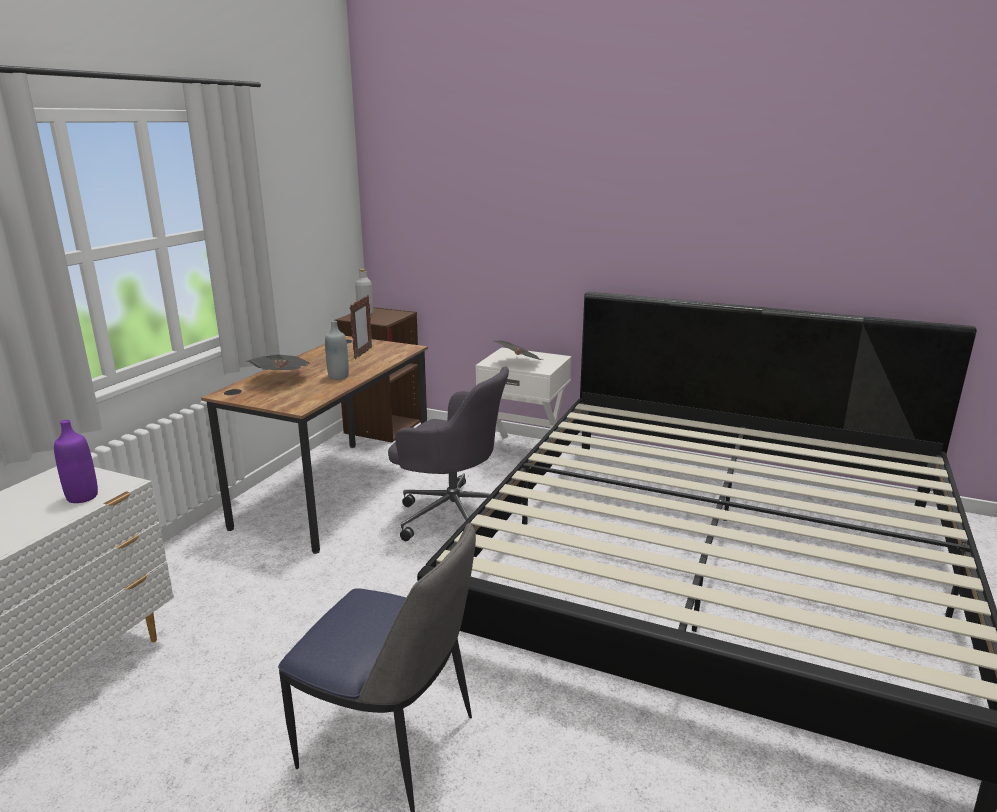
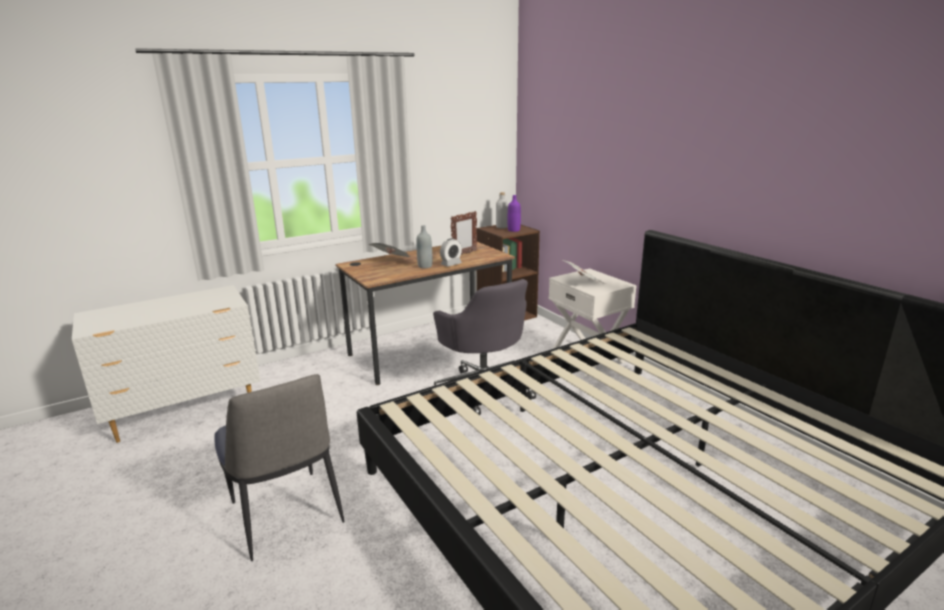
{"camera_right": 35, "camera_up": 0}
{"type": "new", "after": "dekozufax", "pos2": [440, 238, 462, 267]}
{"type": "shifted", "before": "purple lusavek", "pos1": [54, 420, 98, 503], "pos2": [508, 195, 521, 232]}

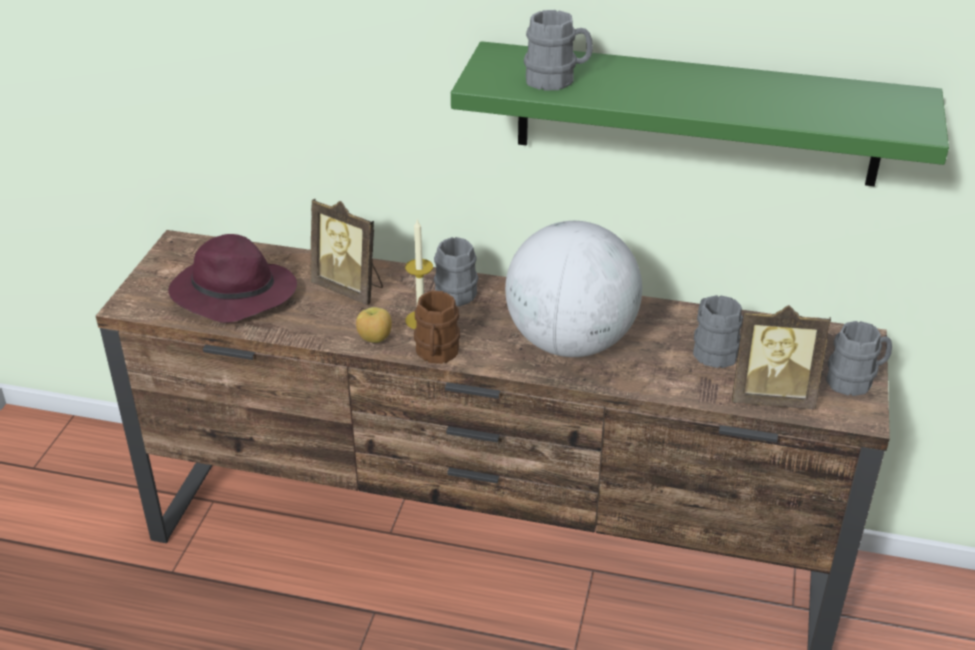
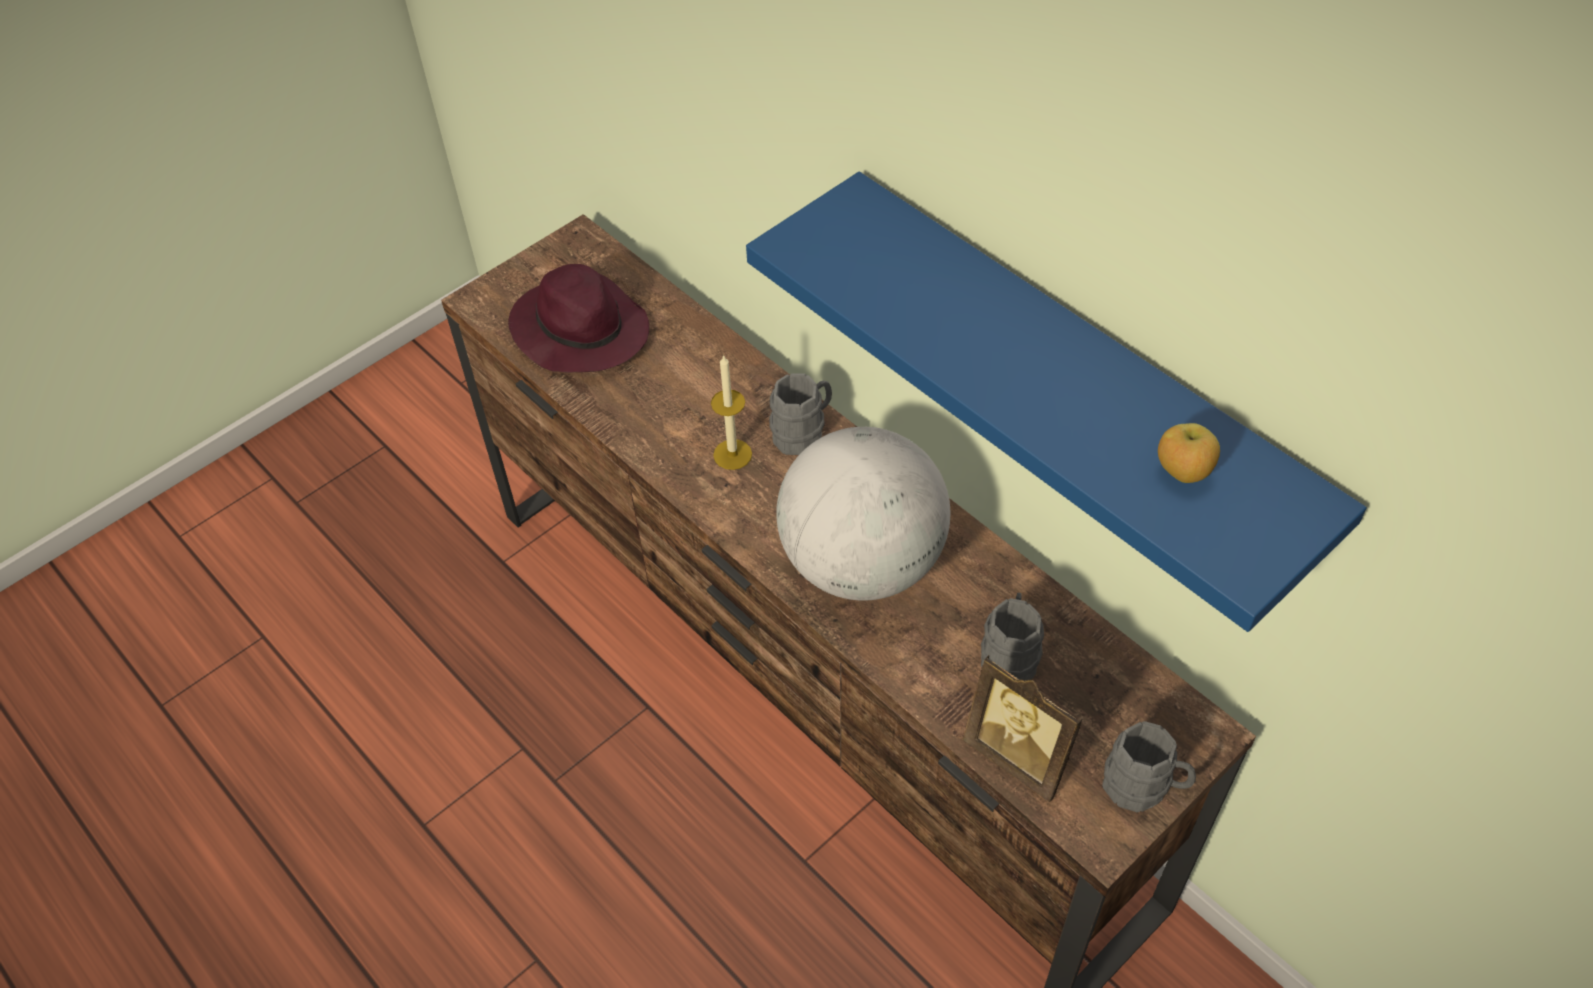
{"camera_right": 35, "camera_up": 15}
{"type": "repainted", "before": "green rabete", "after": "blue rabete", "pos1": [451, 41, 949, 187], "pos2": [746, 172, 1367, 632]}
{"type": "shifted", "before": "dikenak", "pos1": [356, 307, 392, 343], "pos2": [1158, 423, 1220, 483]}
{"type": "gone", "before": "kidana", "pos1": [310, 199, 383, 305]}
{"type": "gone", "before": "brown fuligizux", "pos1": [414, 290, 460, 364]}
{"type": "gone", "before": "grey fuligizux", "pos1": [524, 10, 593, 91]}

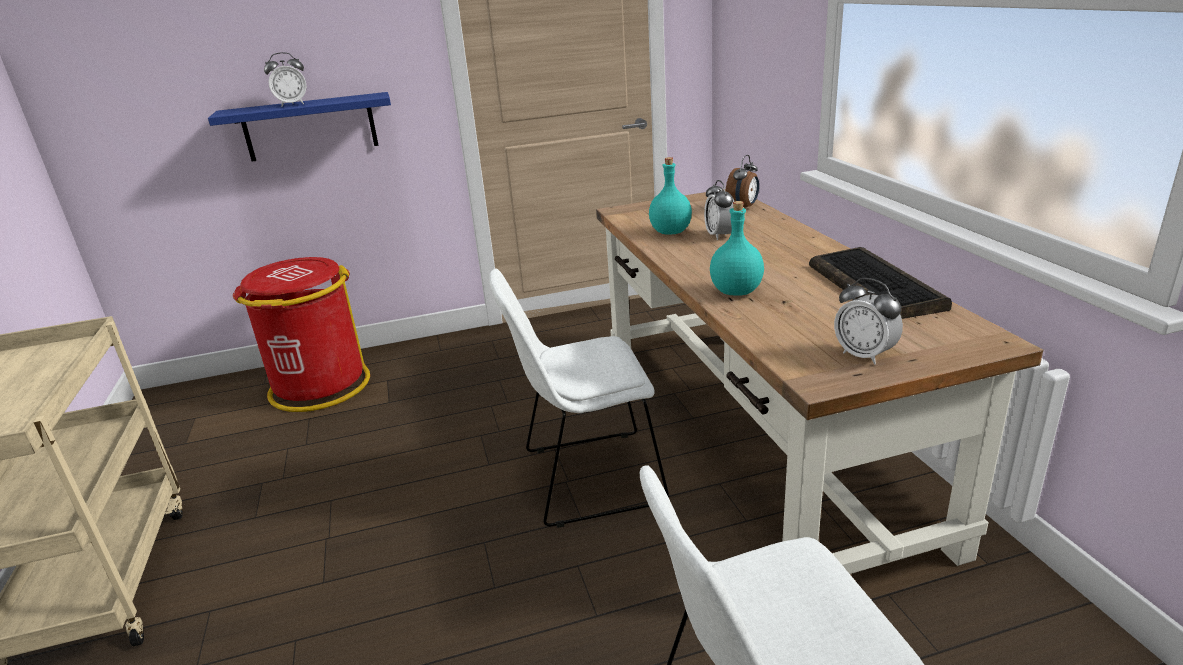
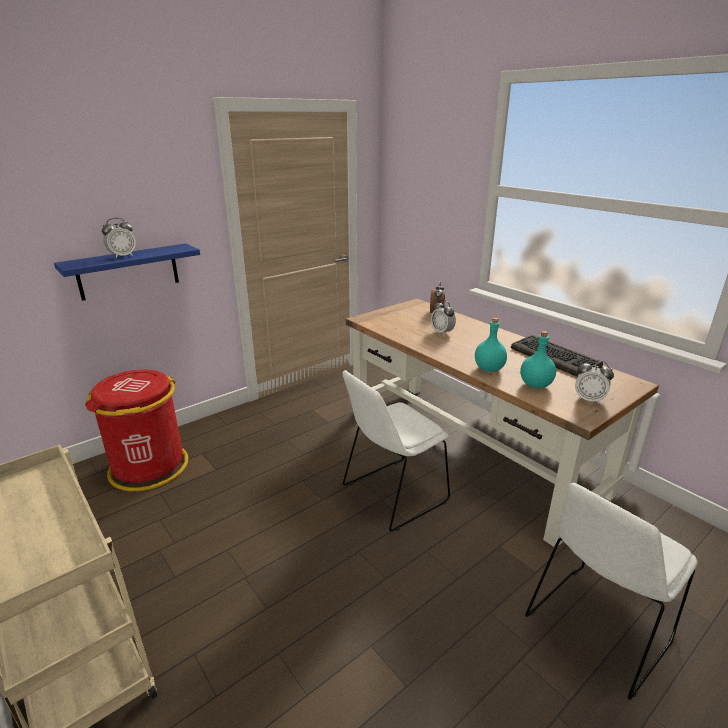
{"camera_right": -25, "camera_up": 0}
{"type": "shifted", "before": "turquoise lusavek", "pos1": [649, 157, 692, 235], "pos2": [520, 331, 556, 388]}

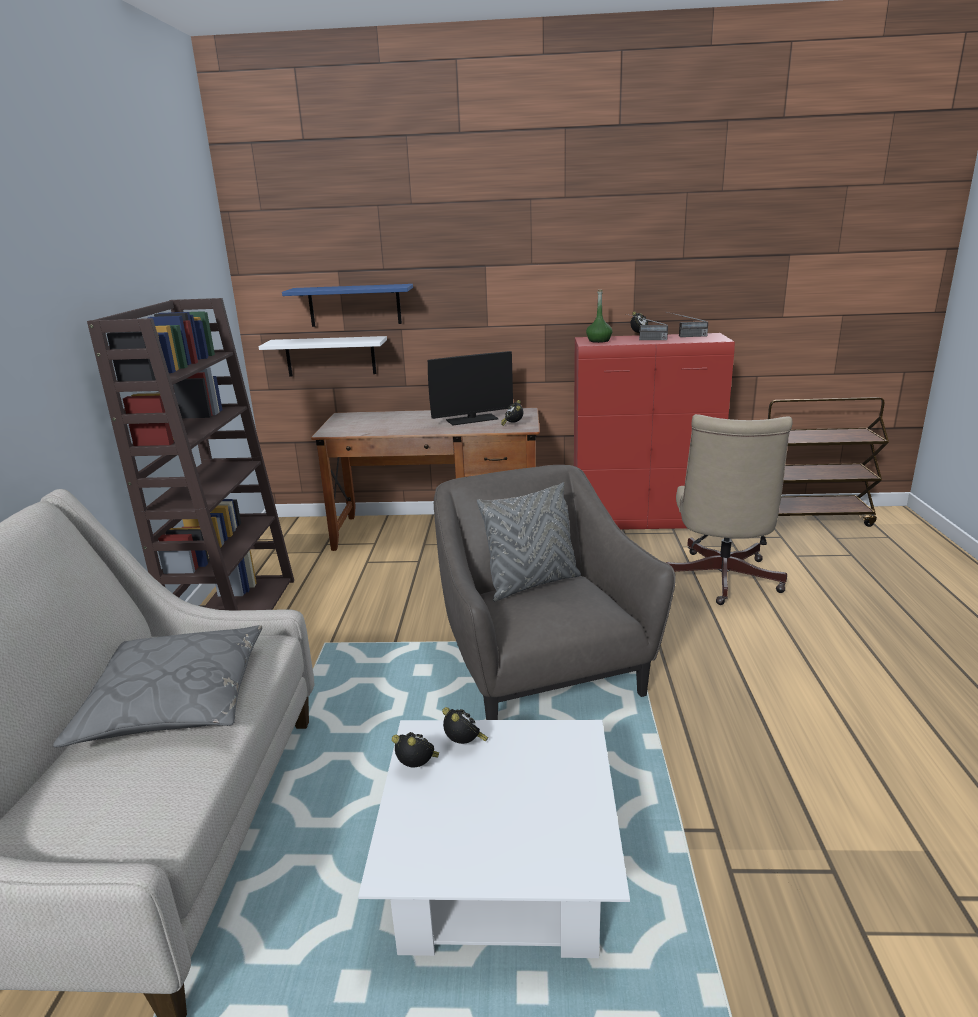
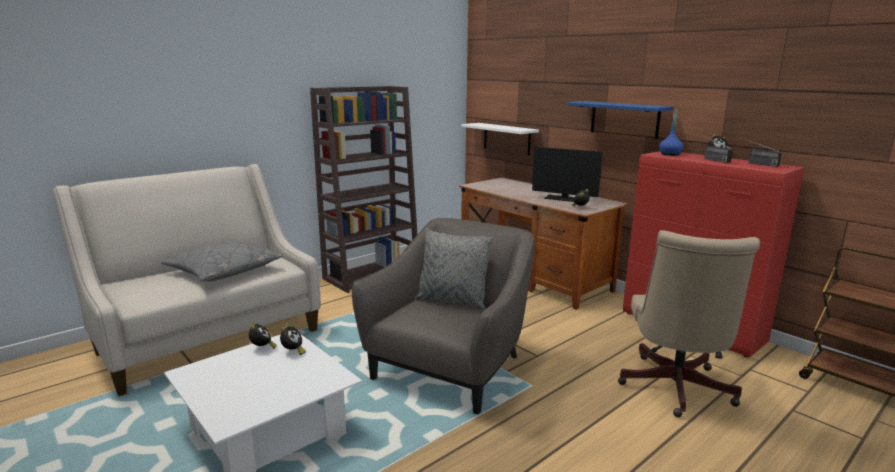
{"camera_right": 45, "camera_up": -5}
{"type": "shifted", "before": "blue rabete", "pos1": [282, 284, 413, 327], "pos2": [567, 101, 674, 139]}
{"type": "rotated", "before": "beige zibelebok", "pos1": [666, 414, 792, 605], "pos2": [618, 230, 760, 417], "turn": -45}
{"type": "repainted", "before": "green lusavek", "after": "blue lusavek", "pos1": [586, 289, 612, 343], "pos2": [659, 110, 684, 156]}

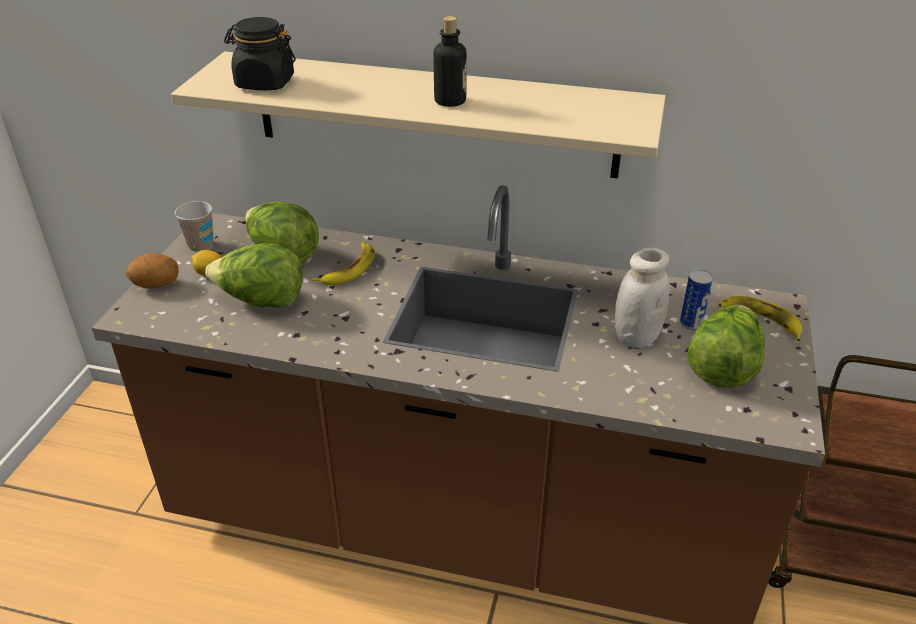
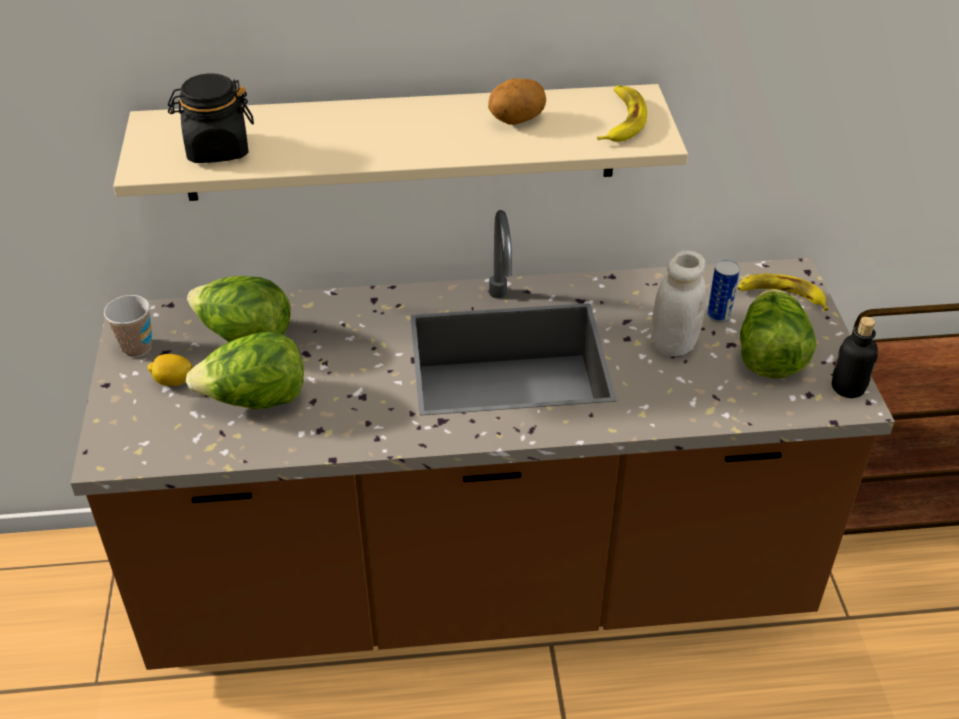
{"camera_right": -20, "camera_up": 5}
{"type": "shifted", "before": "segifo", "pos1": [126, 253, 179, 289], "pos2": [488, 78, 546, 125]}
{"type": "shifted", "before": "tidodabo", "pos1": [312, 242, 375, 285], "pos2": [597, 86, 647, 142]}
{"type": "shifted", "before": "lusavek", "pos1": [433, 16, 467, 107], "pos2": [832, 317, 878, 398]}

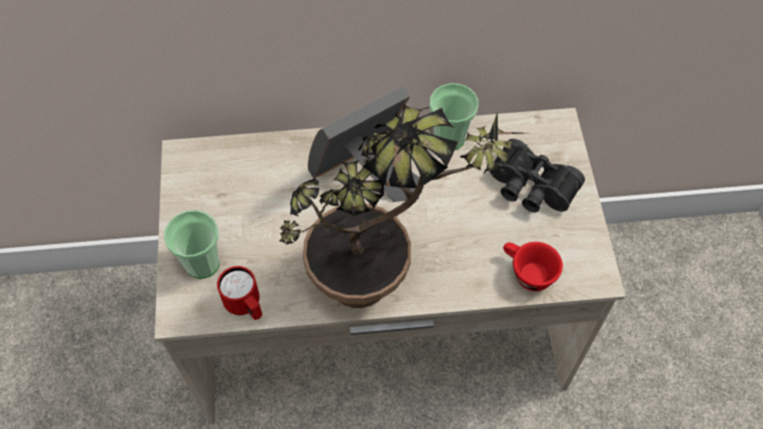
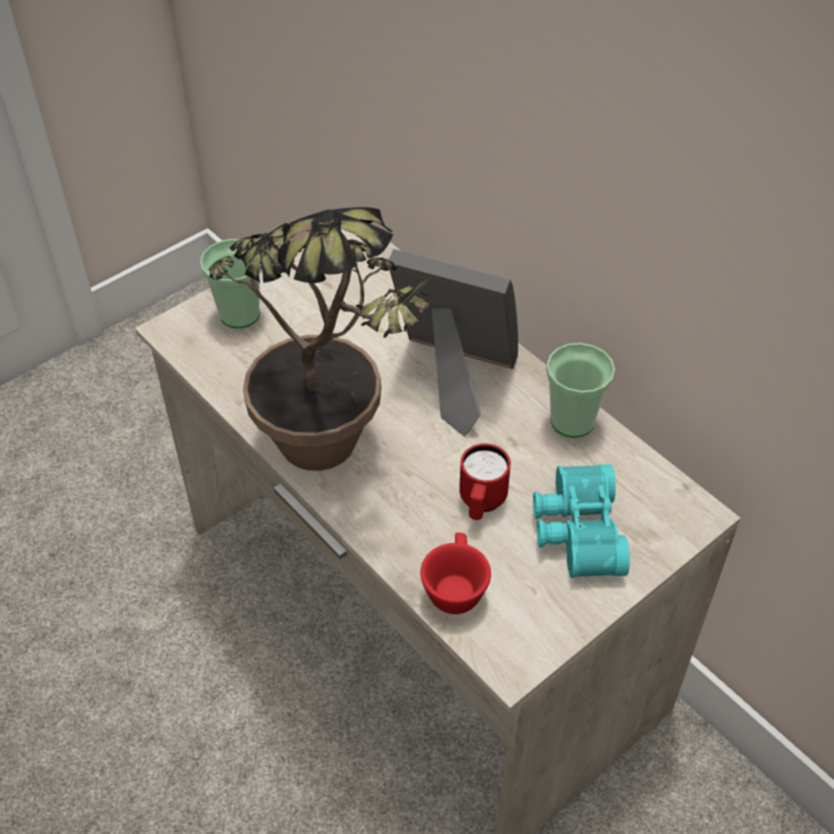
{"camera_right": 55, "camera_up": -10}
{"type": "shifted", "before": "red fuligizux", "pos1": [217, 266, 262, 320], "pos2": [459, 443, 511, 520]}
{"type": "repainted", "before": "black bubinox", "after": "turquoise bubinox", "pos1": [490, 139, 585, 213], "pos2": [533, 464, 630, 578]}

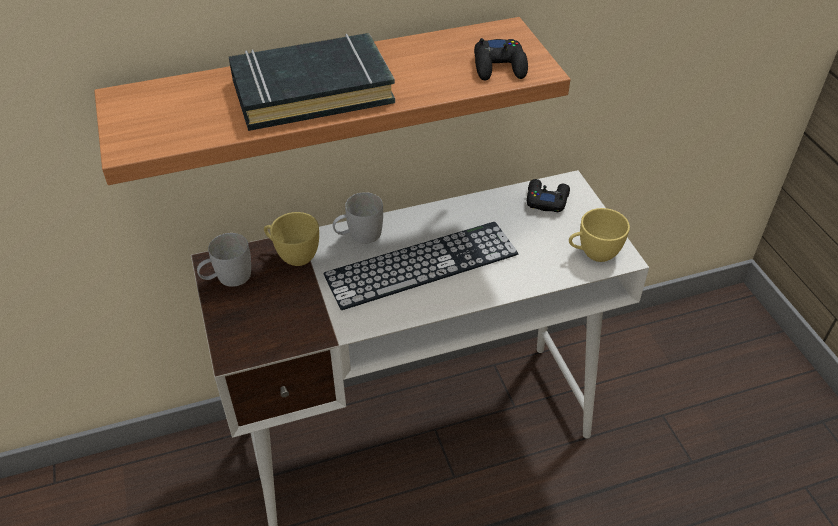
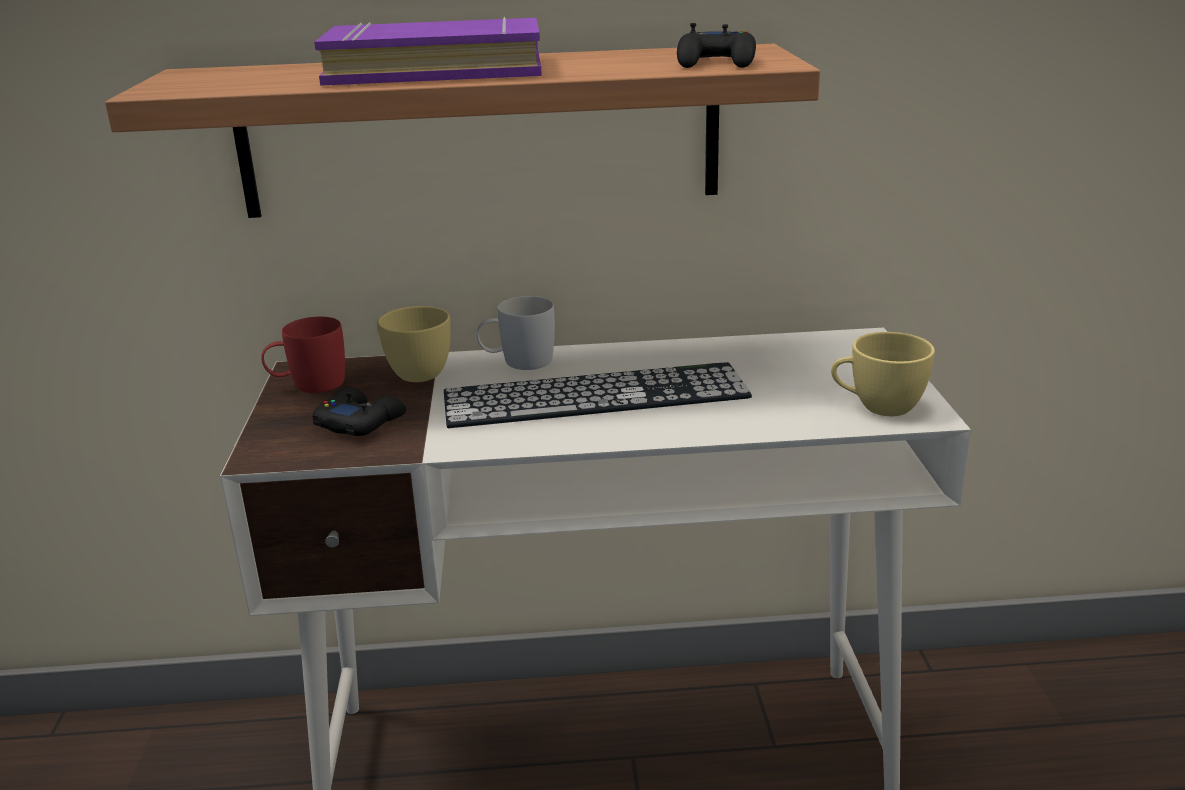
{"camera_right": 15, "camera_up": -20}
{"type": "repainted", "before": "white fuligizux", "after": "red fuligizux", "pos1": [197, 233, 251, 287], "pos2": [261, 317, 345, 393]}
{"type": "shifted", "before": "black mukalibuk", "pos1": [527, 179, 570, 213], "pos2": [313, 387, 407, 436]}
{"type": "repainted", "before": "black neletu", "after": "purple neletu", "pos1": [229, 33, 395, 131], "pos2": [314, 17, 542, 86]}

